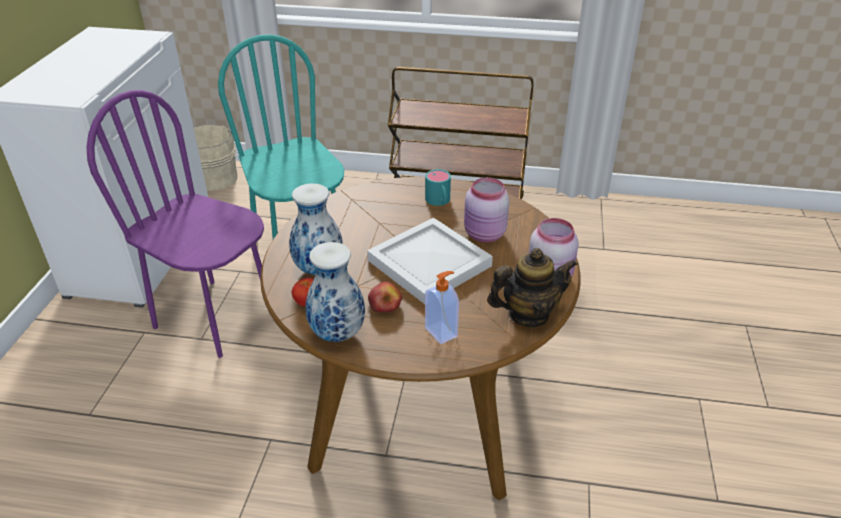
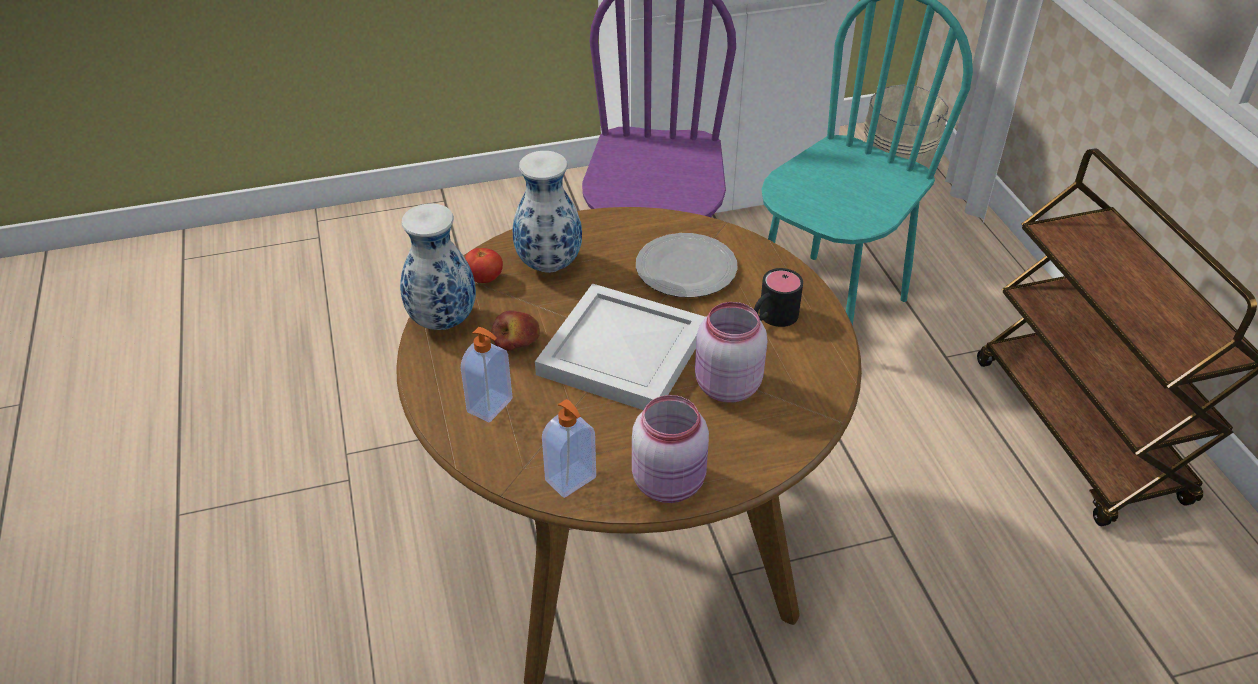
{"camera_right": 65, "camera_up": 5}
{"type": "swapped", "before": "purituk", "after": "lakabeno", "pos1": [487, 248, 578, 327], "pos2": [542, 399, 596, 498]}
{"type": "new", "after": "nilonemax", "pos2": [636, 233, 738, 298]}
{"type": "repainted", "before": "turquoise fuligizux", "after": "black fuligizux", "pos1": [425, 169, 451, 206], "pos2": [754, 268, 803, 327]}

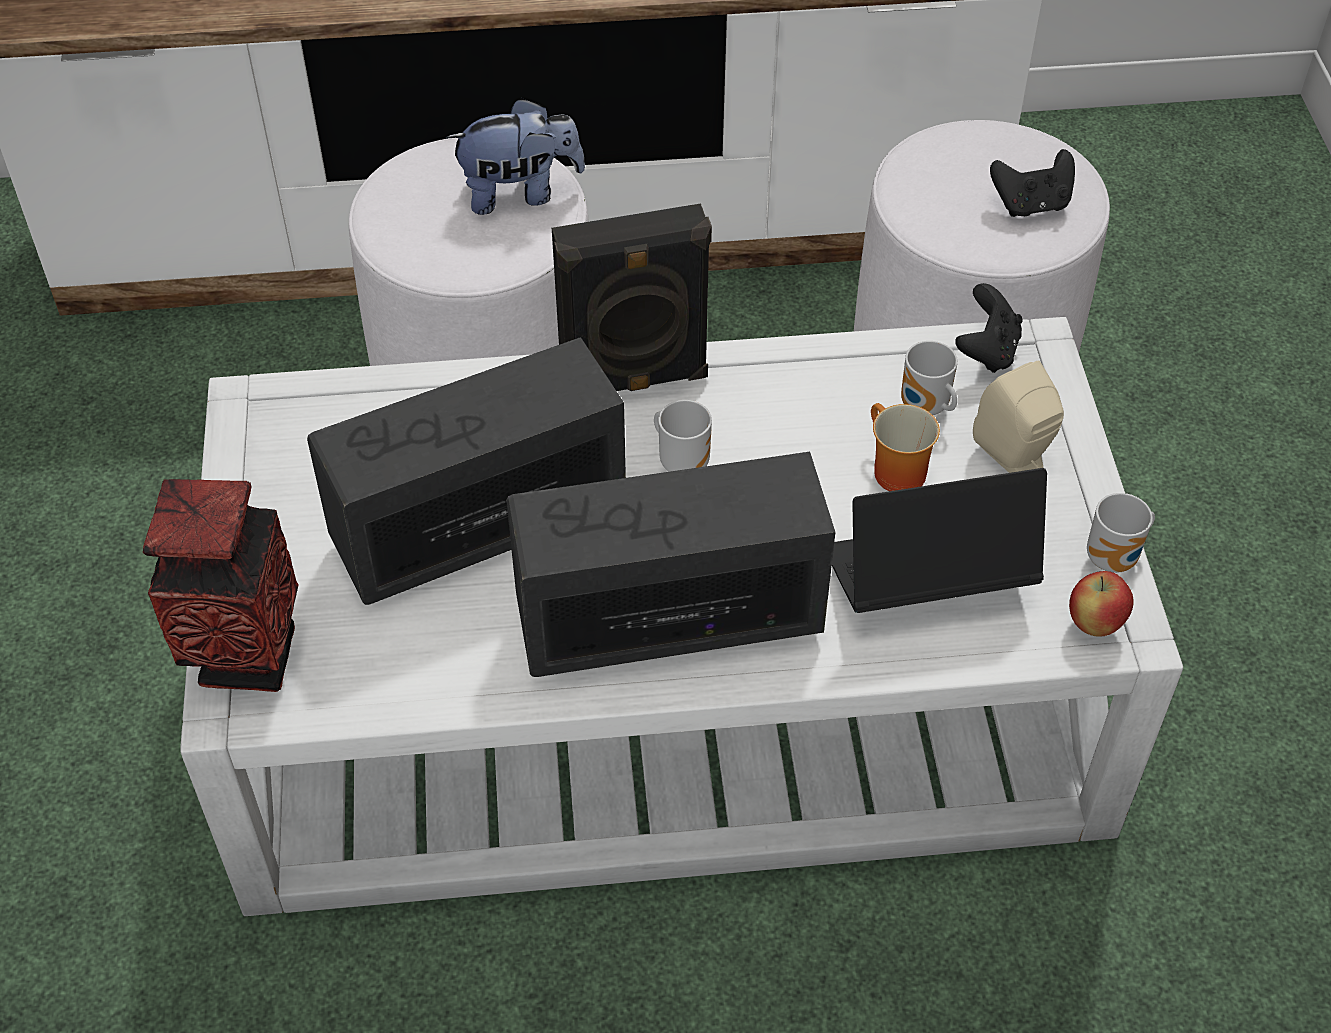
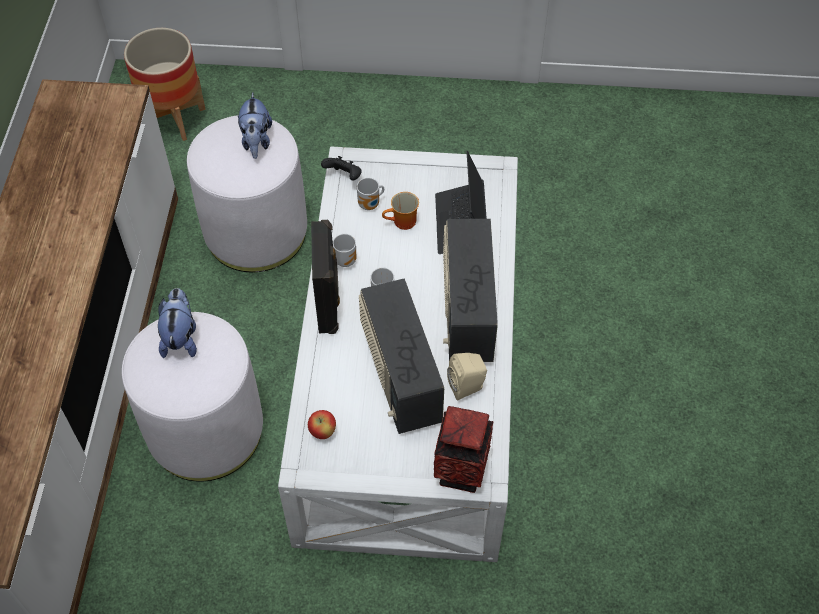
{"camera_right": -80, "camera_up": 5}
{"type": "new", "after": "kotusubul", "pos2": [124, 28, 206, 141]}
{"type": "swapped", "before": "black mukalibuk", "after": "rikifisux", "pos1": [990, 149, 1075, 217], "pos2": [238, 92, 272, 159]}
{"type": "shifted", "before": "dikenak", "pos1": [1069, 571, 1134, 637], "pos2": [308, 410, 336, 439]}
{"type": "shifted", "before": "fuligizux", "pos1": [1087, 493, 1155, 573], "pos2": [333, 234, 356, 267]}
{"type": "shifted", "before": "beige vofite", "pos1": [973, 360, 1064, 473], "pos2": [447, 353, 487, 401]}

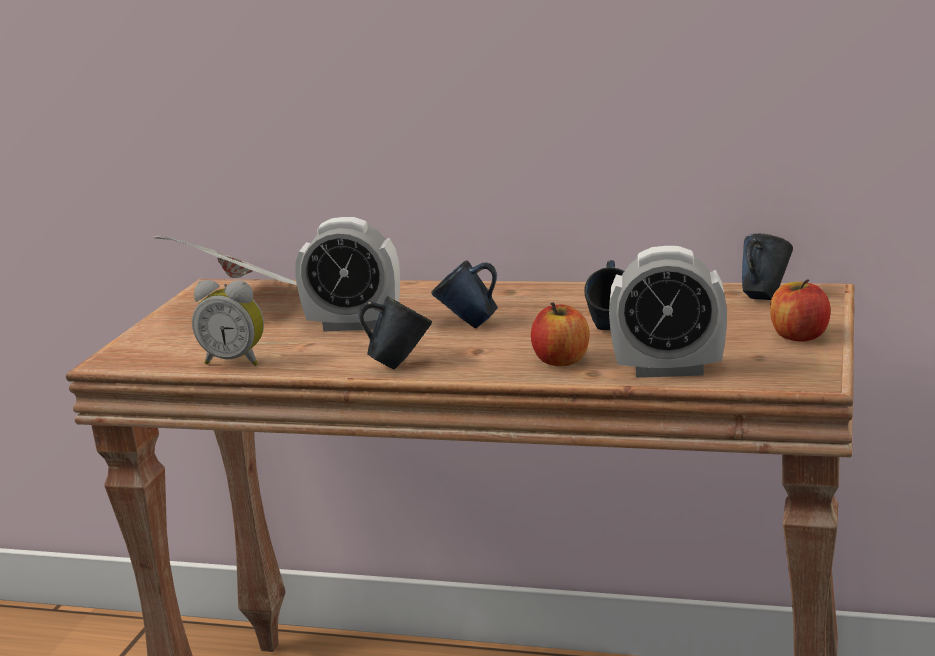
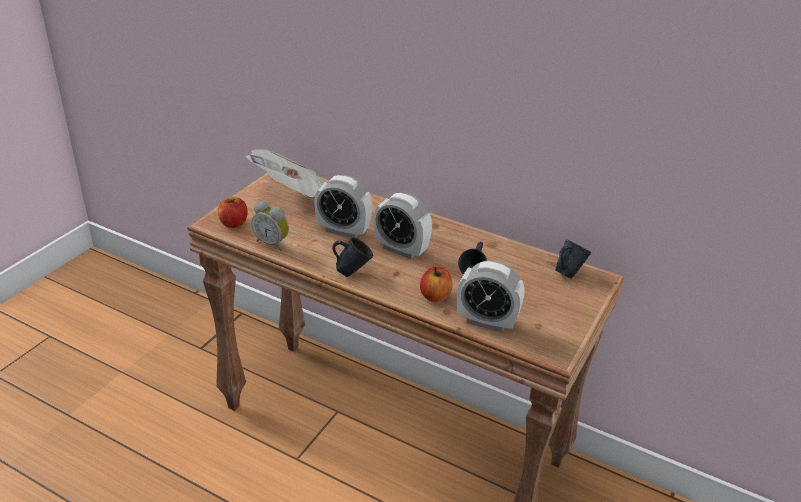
{"camera_right": 10, "camera_up": 15}
{"type": "shifted", "before": "dikenak", "pos1": [770, 279, 831, 342], "pos2": [218, 197, 248, 228]}
{"type": "swapped", "before": "blue fuligizux", "after": "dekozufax", "pos1": [431, 260, 498, 328], "pos2": [374, 193, 432, 259]}

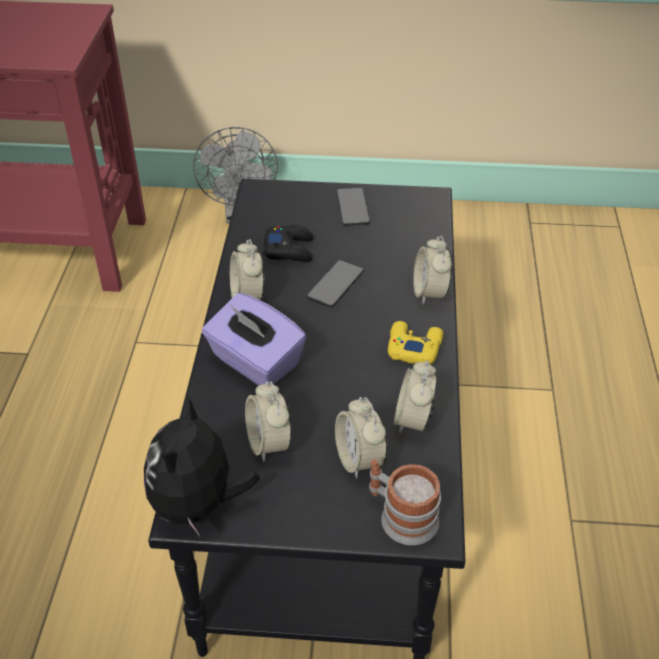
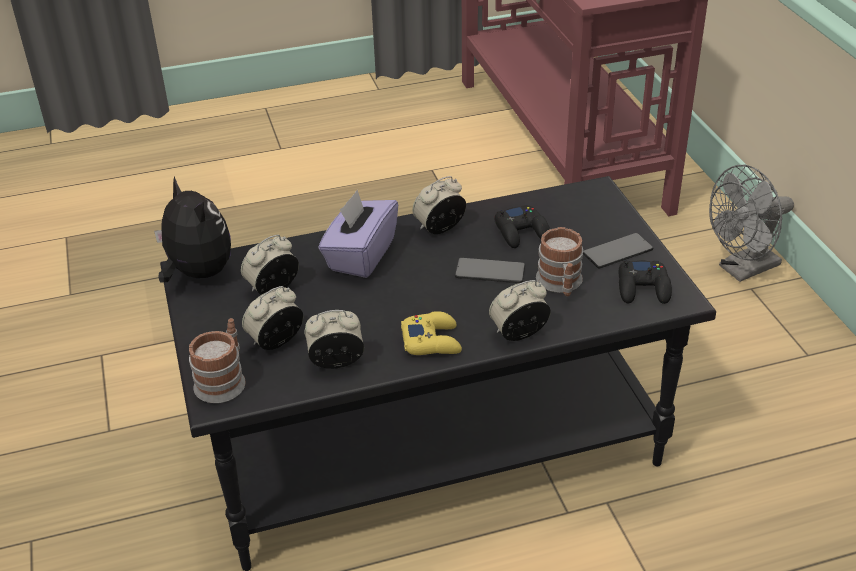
{"camera_right": 70, "camera_up": -5}
{"type": "rotated", "before": "rikifisux", "pos1": [144, 395, 260, 538], "pos2": [154, 176, 231, 283], "turn": 60}
{"type": "new", "after": "fuligizux", "pos2": [536, 227, 583, 297]}
{"type": "new", "after": "black mukalibuk", "pos2": [618, 260, 672, 304]}

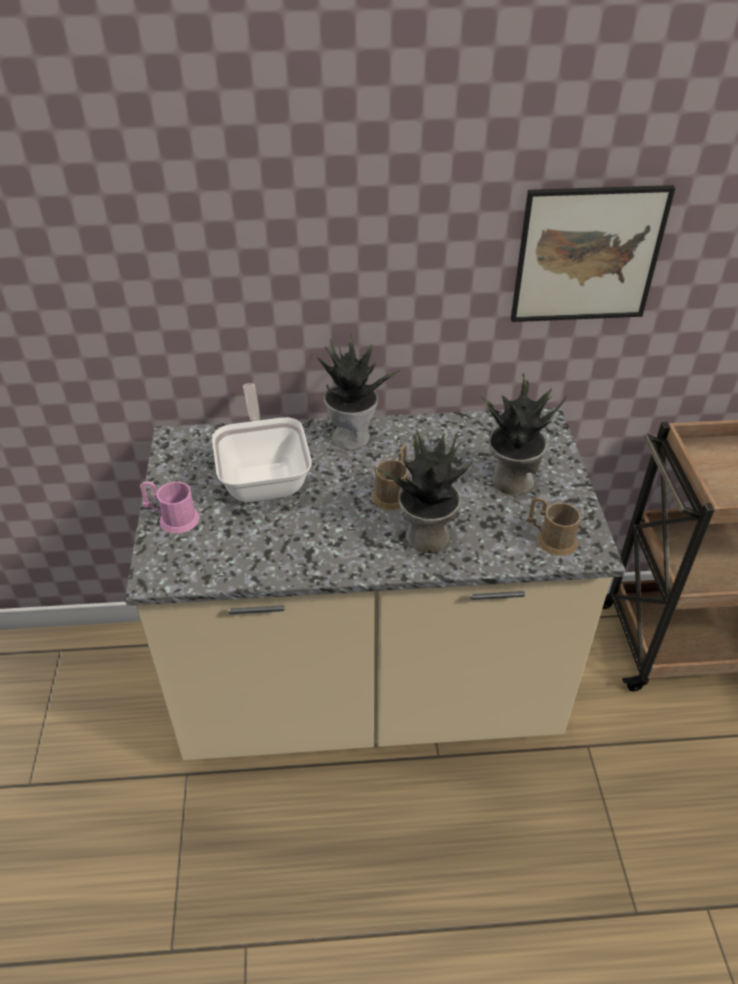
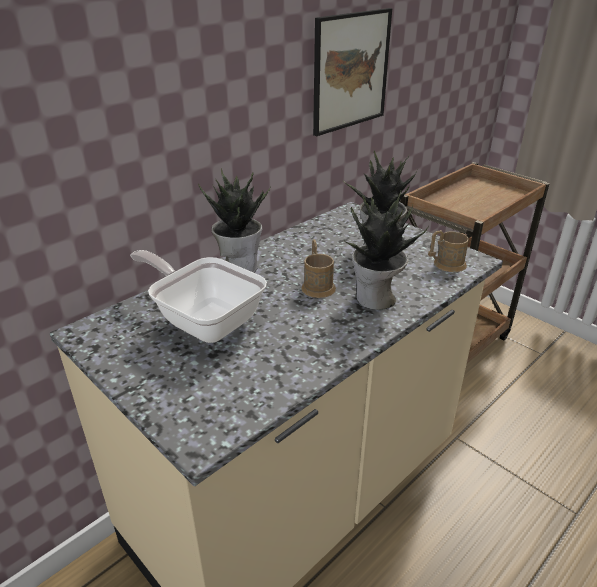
{"camera_right": -40, "camera_up": -10}
{"type": "gone", "before": "pink fuligizux", "pos1": [140, 482, 200, 533]}

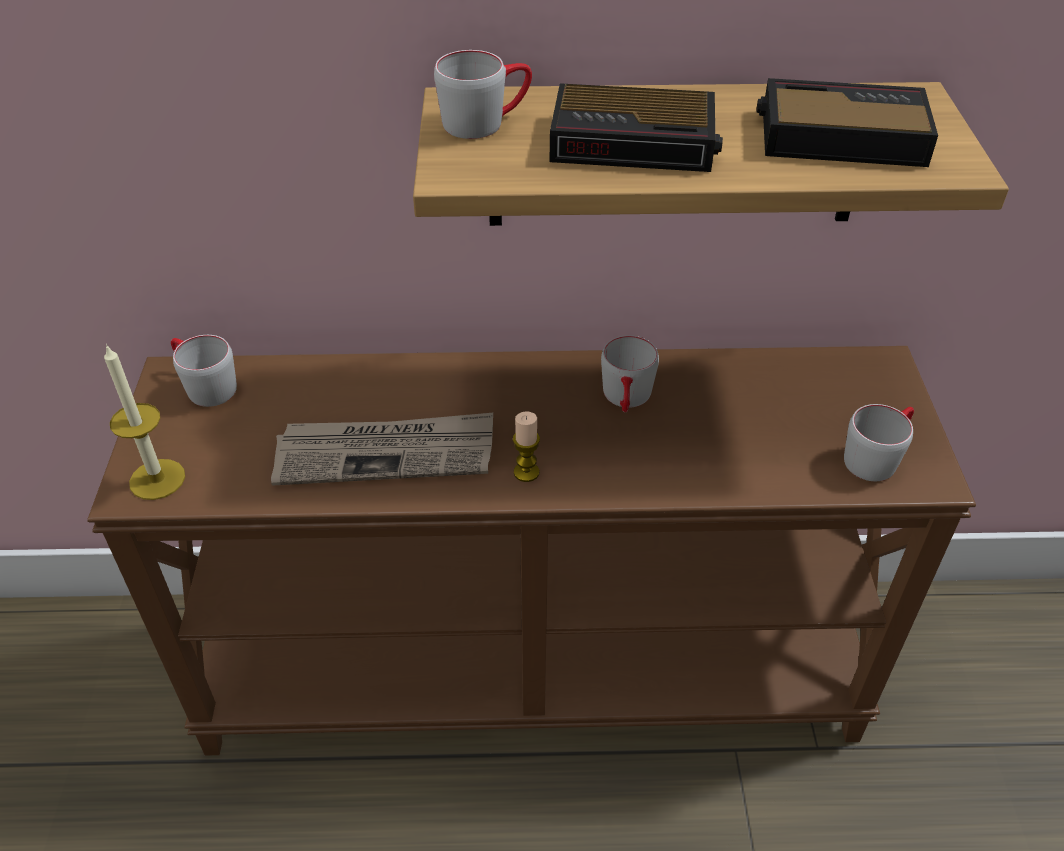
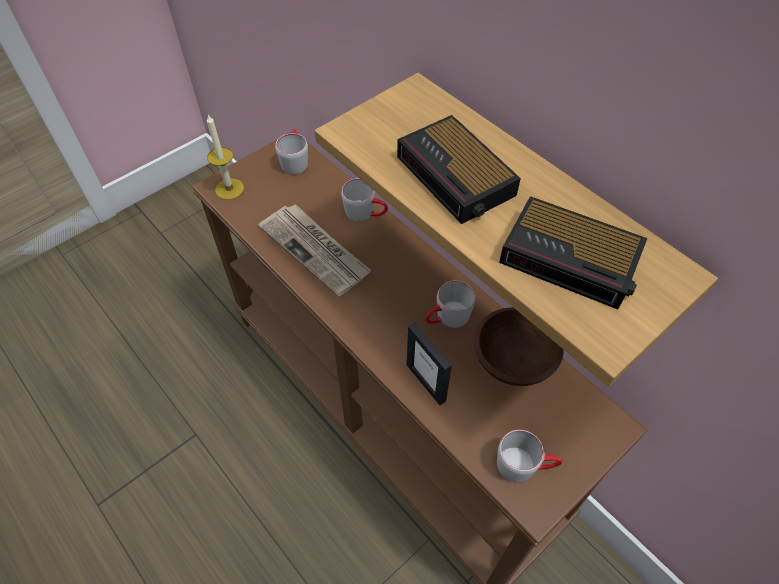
{"camera_right": 50, "camera_up": 10}
{"type": "shifted", "before": "grey fuligizux", "pos1": [434, 50, 532, 139], "pos2": [341, 178, 388, 221]}
{"type": "new", "after": "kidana", "pos2": [406, 322, 452, 405]}
{"type": "new", "after": "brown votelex", "pos2": [474, 307, 564, 386]}
{"type": "rotated", "before": "dekozufax", "pos1": [756, 78, 938, 167], "pos2": [499, 196, 647, 309], "turn": 150}
{"type": "gone", "before": "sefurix", "pos1": [513, 412, 540, 482]}

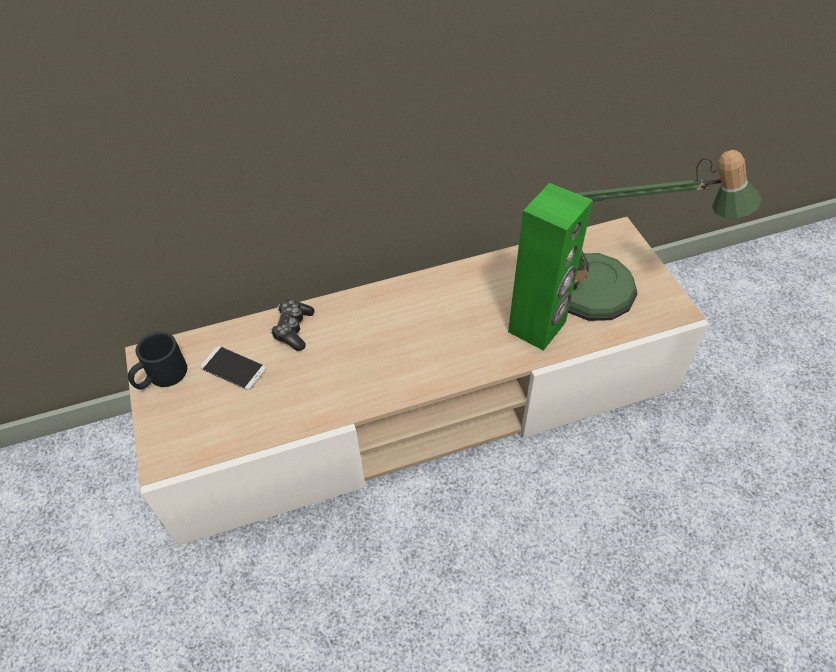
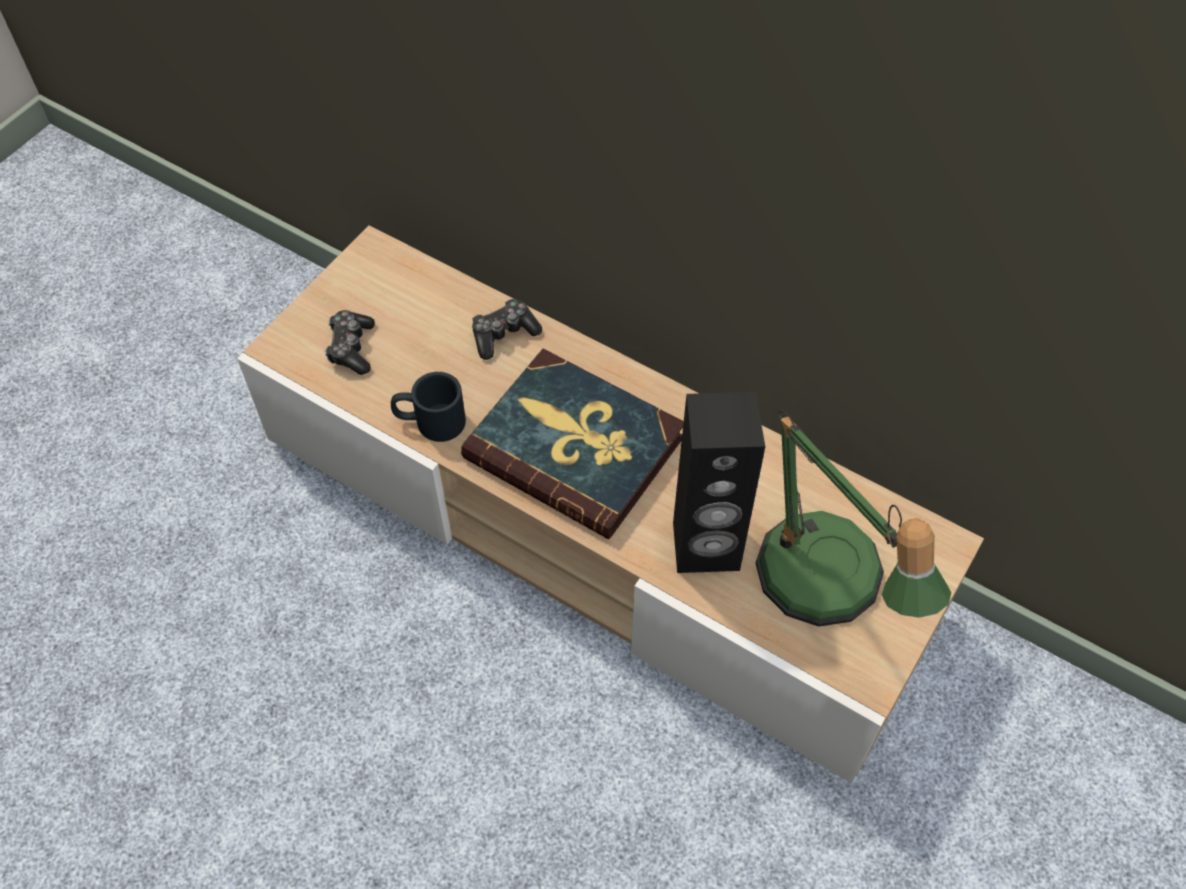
{"camera_right": 50, "camera_up": 5}
{"type": "new", "after": "mukalibuk", "pos2": [324, 310, 375, 375]}
{"type": "shifted", "before": "black fuligizux", "pos1": [128, 331, 187, 390], "pos2": [391, 372, 466, 442]}
{"type": "new", "after": "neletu", "pos2": [461, 349, 684, 540]}
{"type": "repainted", "before": "green vofite", "after": "black vofite", "pos1": [508, 183, 593, 351], "pos2": [673, 392, 765, 573]}
{"type": "gone", "before": "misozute", "pos1": [200, 346, 266, 390]}

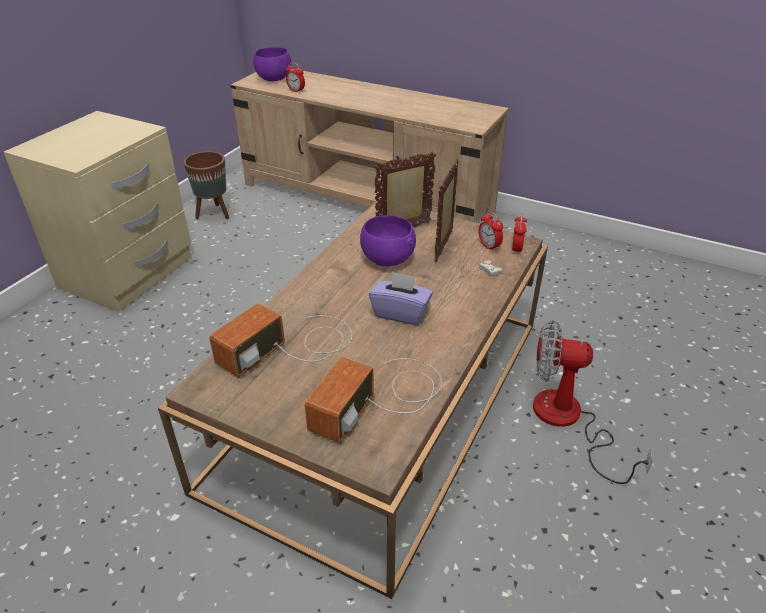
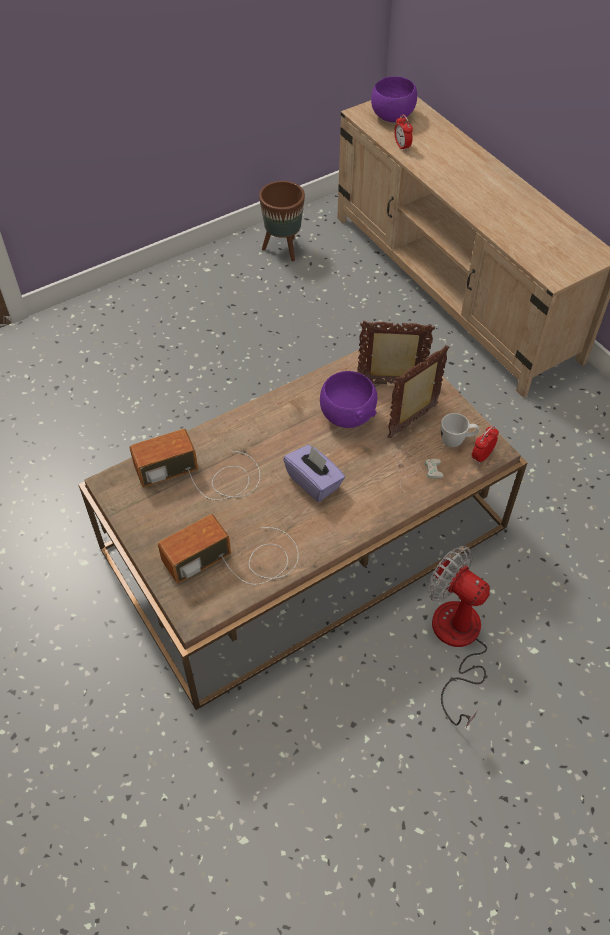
{"camera_right": 30, "camera_up": 15}
{"type": "swapped", "before": "dekozufax", "after": "white fuligizux", "pos1": [479, 211, 503, 252], "pos2": [441, 413, 479, 447]}
{"type": "gone", "before": "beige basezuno", "pos1": [4, 111, 192, 312]}

